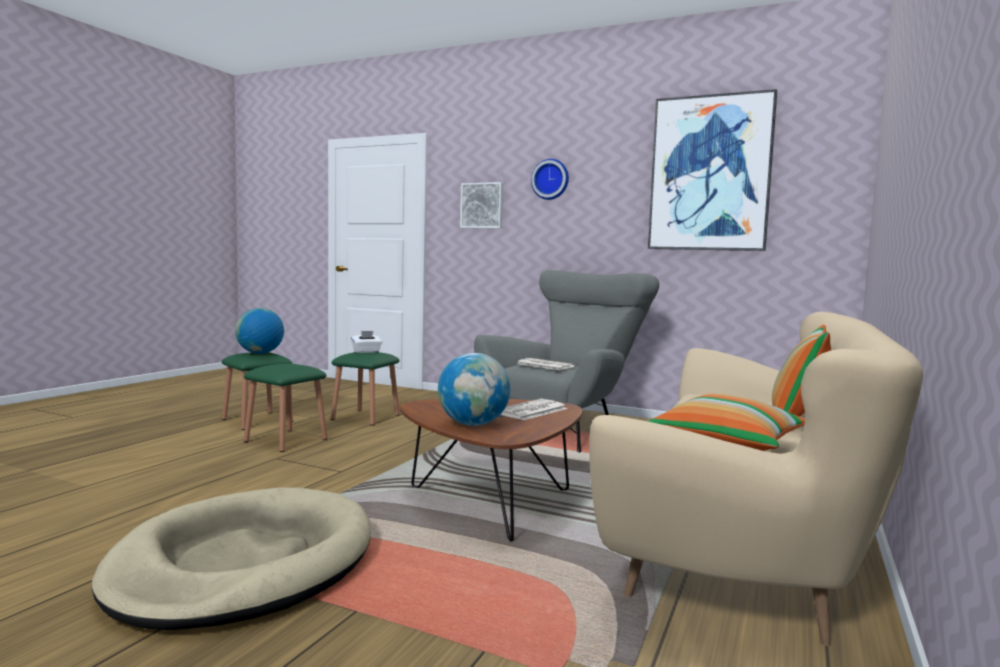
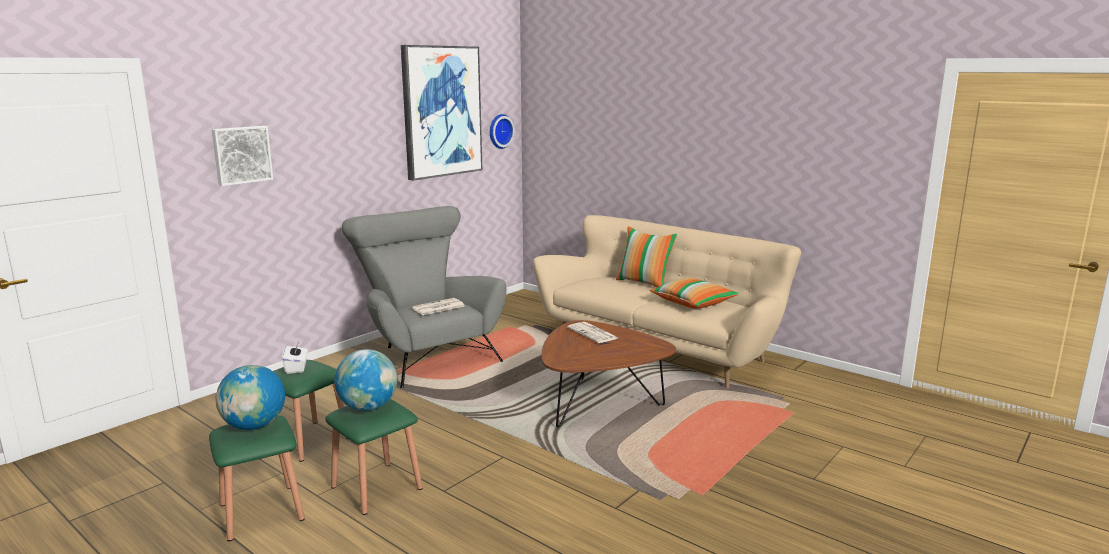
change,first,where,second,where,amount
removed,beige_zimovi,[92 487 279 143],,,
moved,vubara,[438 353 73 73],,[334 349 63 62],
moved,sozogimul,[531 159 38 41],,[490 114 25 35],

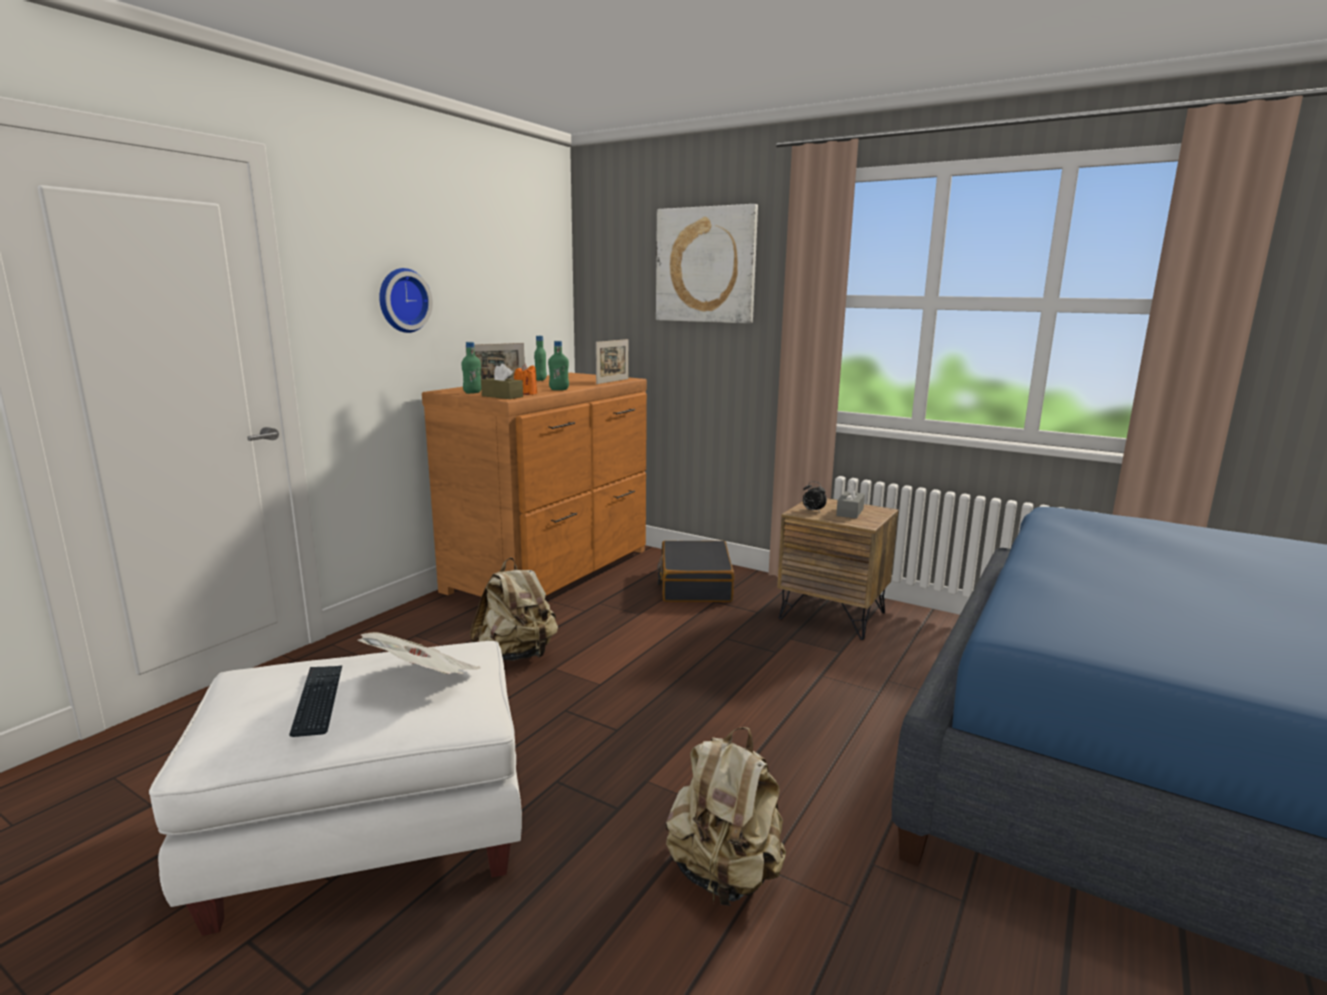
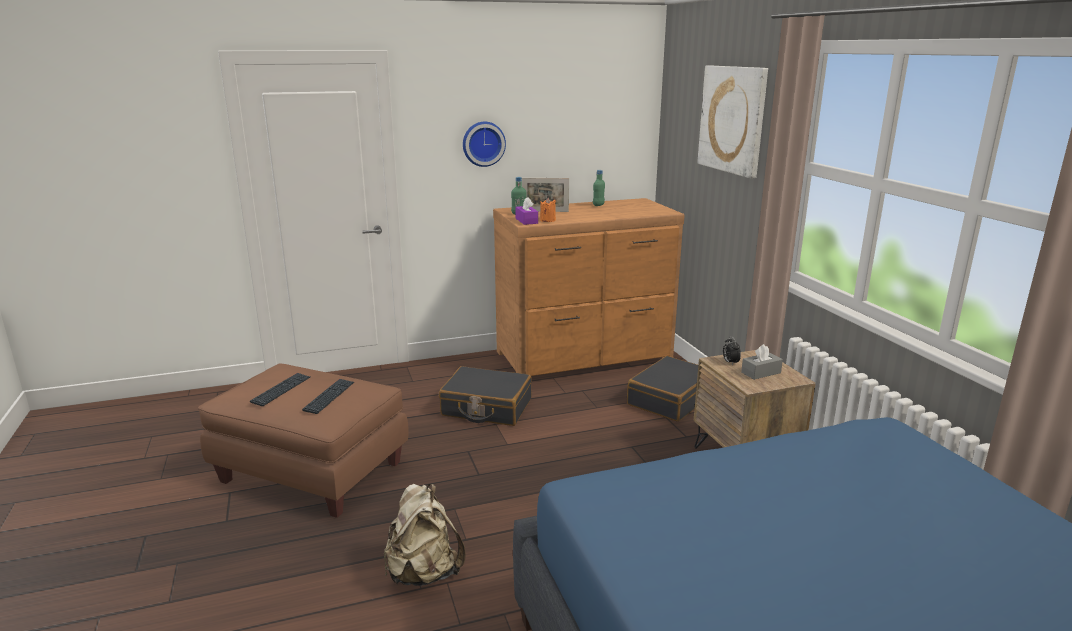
change,first,where,second,where,amount
recoloured,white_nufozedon,[149 641 373 295],brown_nufozedon,[198 363 211 155],
replaced,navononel,[357 632 123 42],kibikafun,[302 379 52 35],
replaced,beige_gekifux,[470 557 88 104],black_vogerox,[439 366 93 60],
recoloured,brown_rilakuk,[481 364 42 35],purple_rilakuk,[515 197 23 28],
removed,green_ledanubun,[548 341 21 49],,,
removed,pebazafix,[596 339 33 45],,,

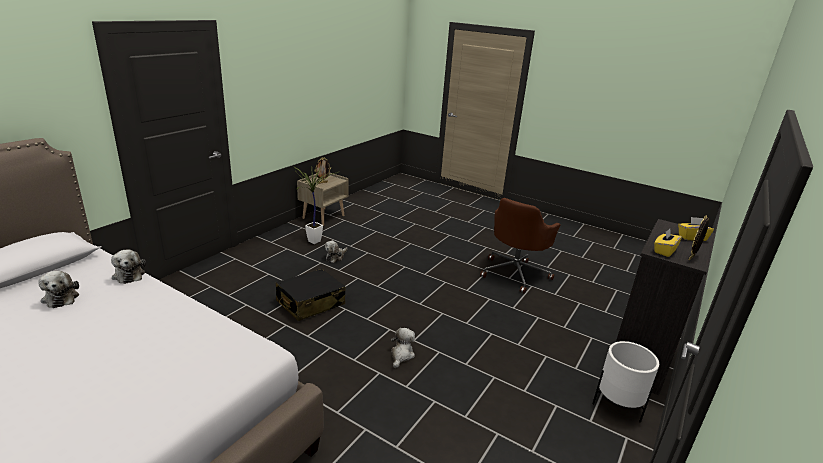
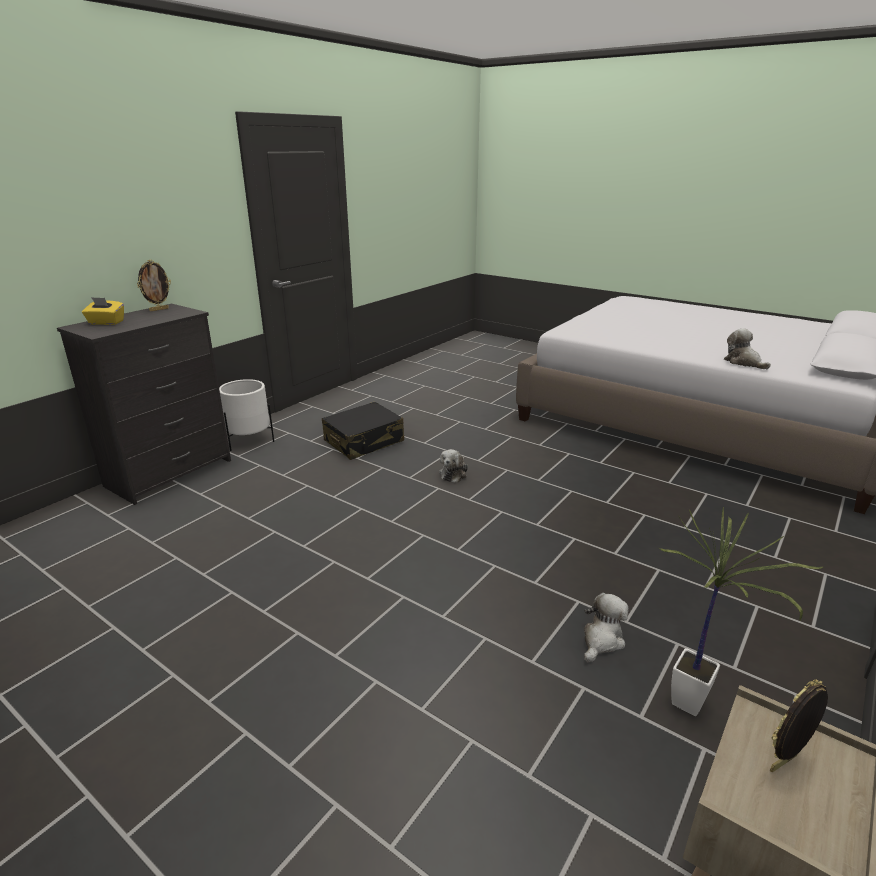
change,first,where,second,where,amount
removed,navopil,[38 271 41 37],,,
moved,black_vogerox,[276 269 69 52],,[322 402 82 58],
removed,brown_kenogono,[480 198 81 96],,,
removed,yellow_rilakuk,[654 229 28 28],,,

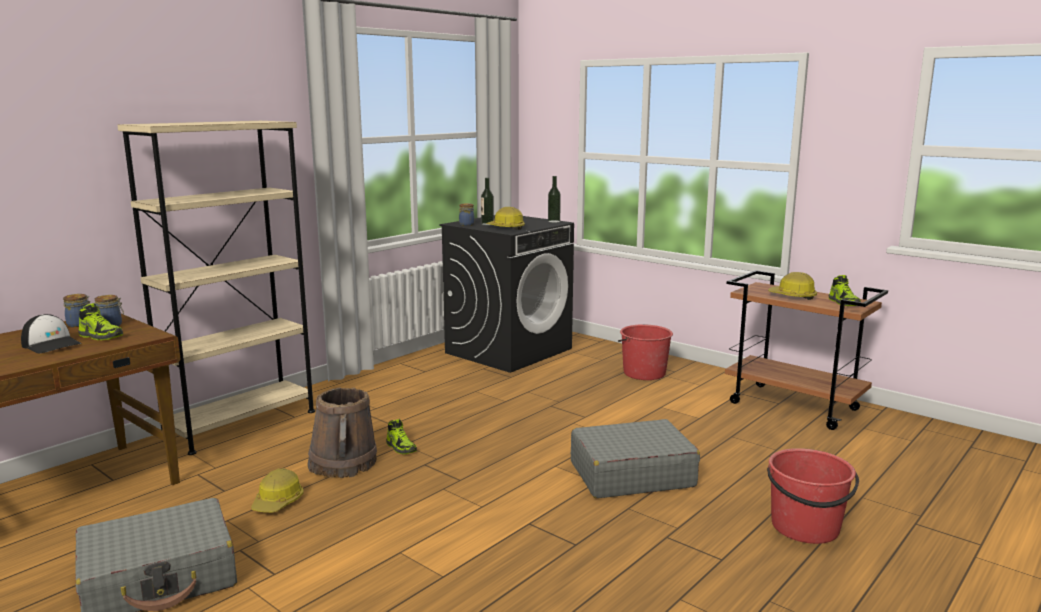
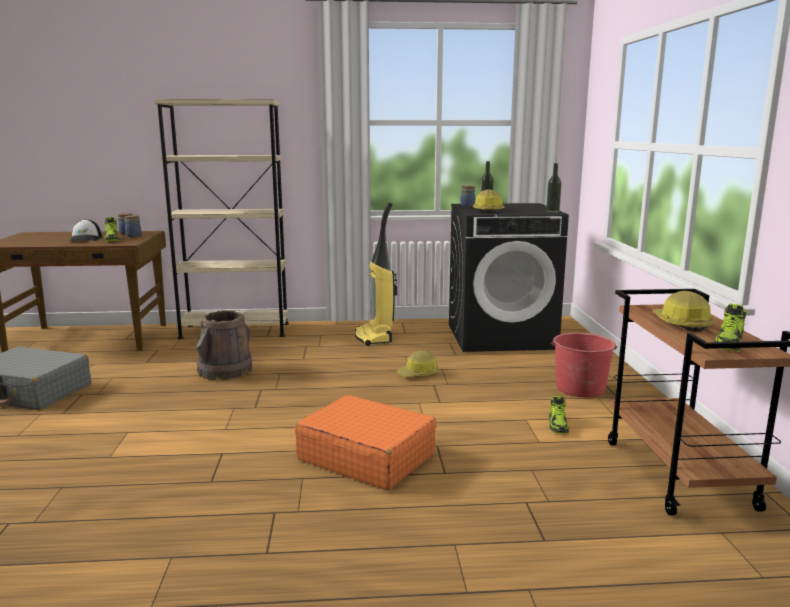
change,first,where,second,where,amount
moved,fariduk,[251 468 53 45],,[397 350 42 27],
moved,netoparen,[386 419 31 35],,[549 396 20 38],
recoloured,grey_vogerox,[571 419 129 79],orange_vogerox,[295 395 142 95],
removed,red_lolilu,[767 448 92 96],,,
added,,,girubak,[355 202 42 144],

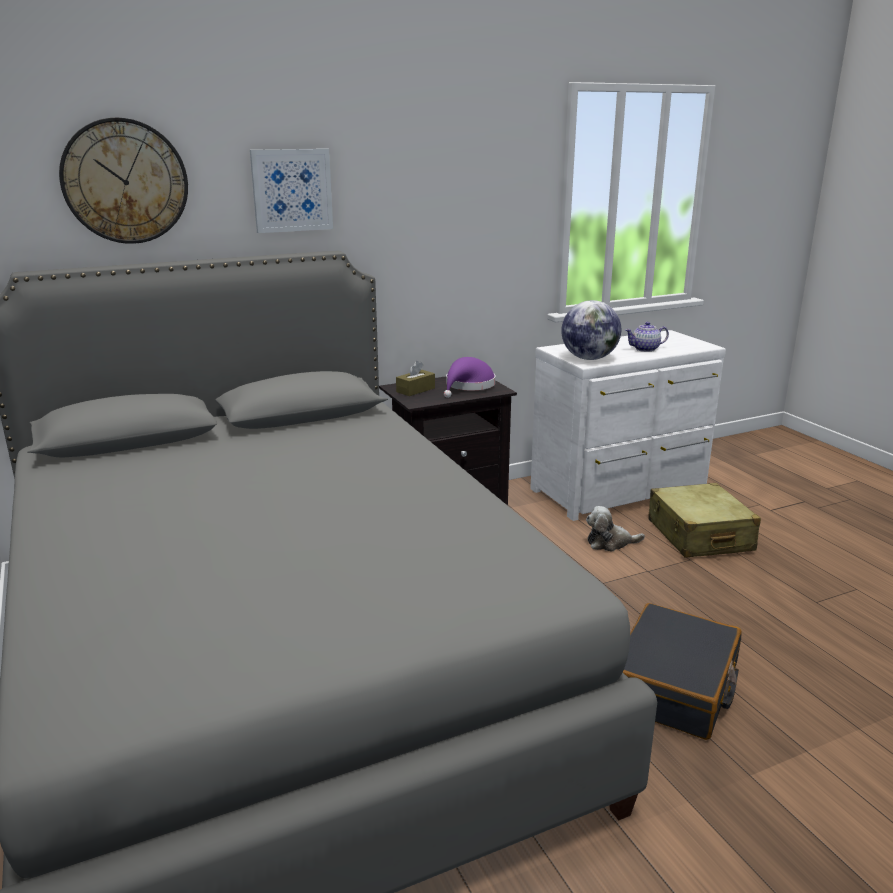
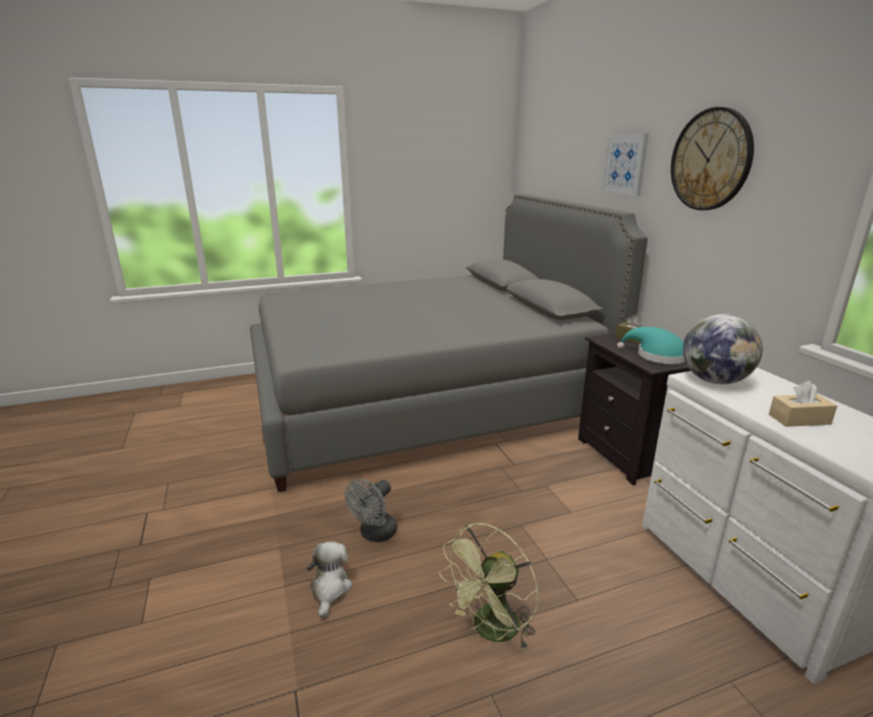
change,first,where,second,where,amount
moved,sozogimul,[59 118 129 126],,[671 107 83 103],
recoloured,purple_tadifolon,[444 357 51 41],turquoise_tadifolon,[617 327 68 37],
moved,navopil,[586 506 59 46],,[306 541 46 78],
replaced,black_vogerox,[623 603 119 137],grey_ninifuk,[345 479 52 63],
replaced,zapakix,[625 322 44 30],beige_rilakuk,[769 381 68 46],
removed,beige_vogerox,[648 483 113 75],,,
added,,,green_ninifuk,[439 523 99 127],

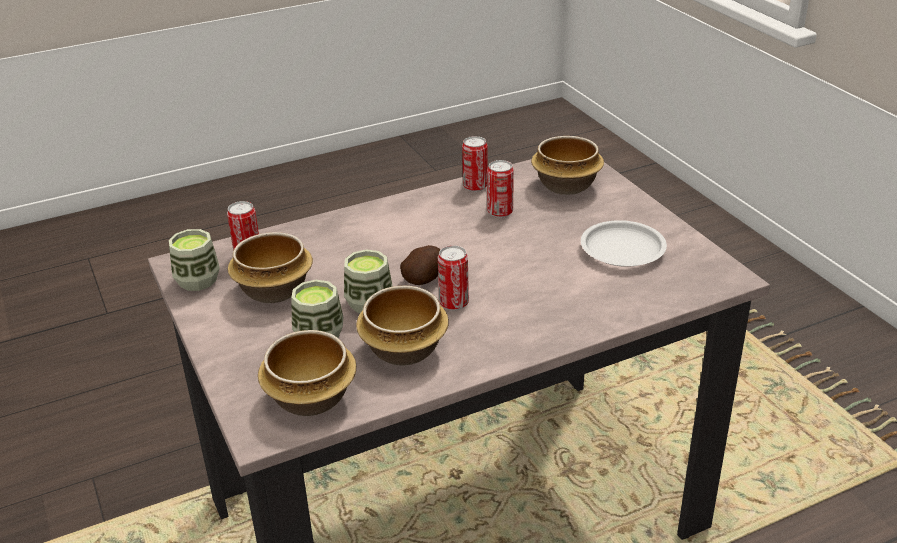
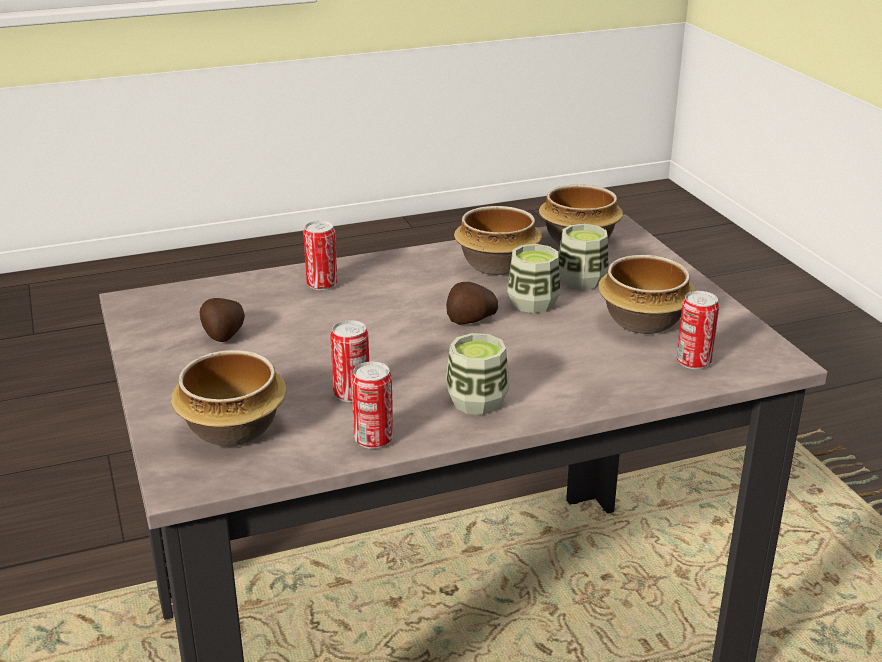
change,first,where,second,where,amount
moved,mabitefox,[169 229 51 62],,[445 333 64 82],
moved,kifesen,[438 245 31 66],,[303 221 35 70],
replaced,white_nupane,[581 220 86 47],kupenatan,[200 298 45 44],

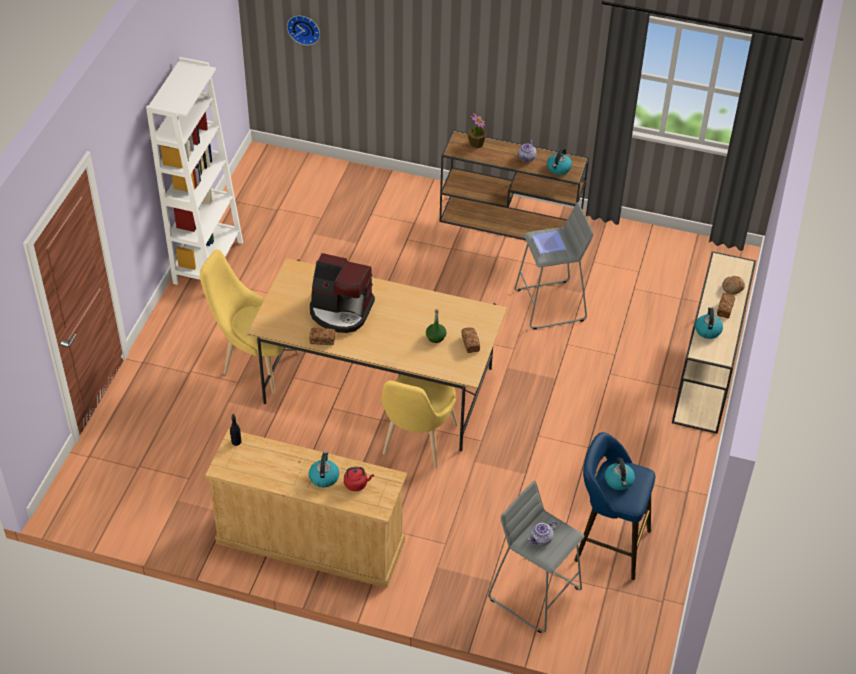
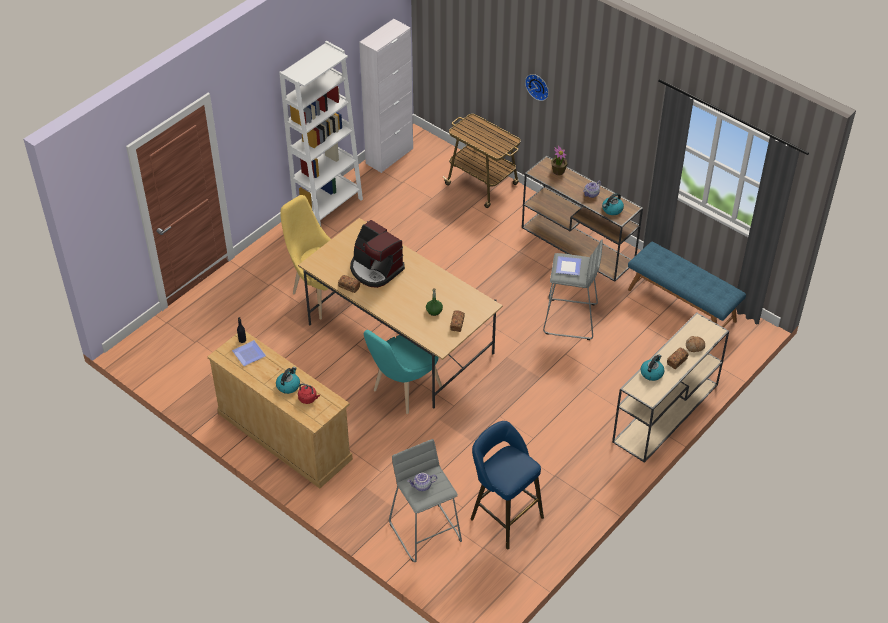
change,first,where,second,where,amount
moved,sozogimul,[287 16 33 29],,[525 74 24 27],
recoloured,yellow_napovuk,[382 375 76 93],turquoise_napovuk,[364 330 78 84],
removed,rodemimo,[605 458 30 32],,,
added,,,nupane,[232 340 34 26],
added,,,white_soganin,[359 19 54 154],
added,,,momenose,[443 114 78 94],
added,,,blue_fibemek,[628 242 118 86],

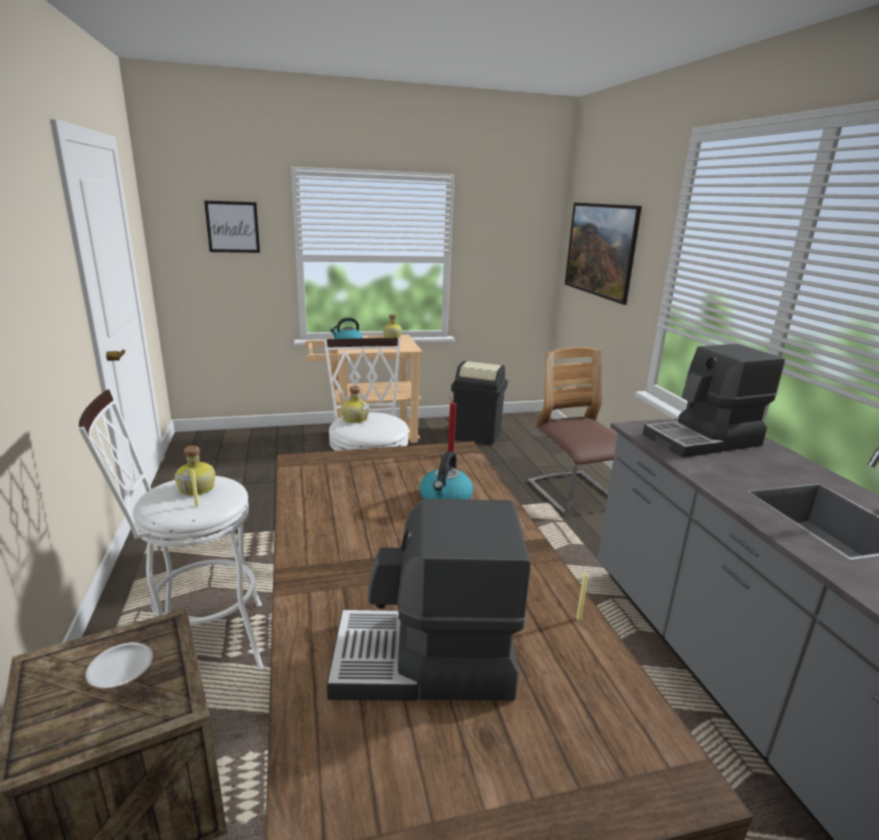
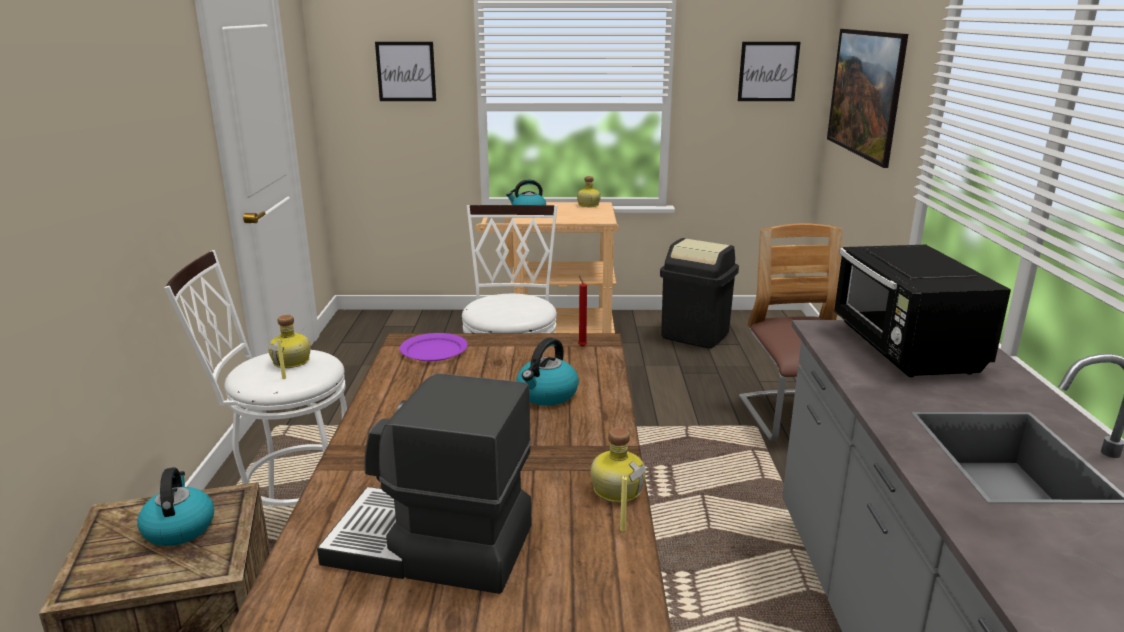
change,first,where,second,where,amount
replaced,white_nupane,[86 642 67 46],rodemimo,[137 467 77 79],
moved,ledanubun,[341 386 28 37],,[591 428 55 75],
replaced,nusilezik,[643 344 142 114],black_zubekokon,[833 245 178 132],
added,,,purple_nupane,[400 333 68 28],
added,,,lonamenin,[738 42 63 59],

